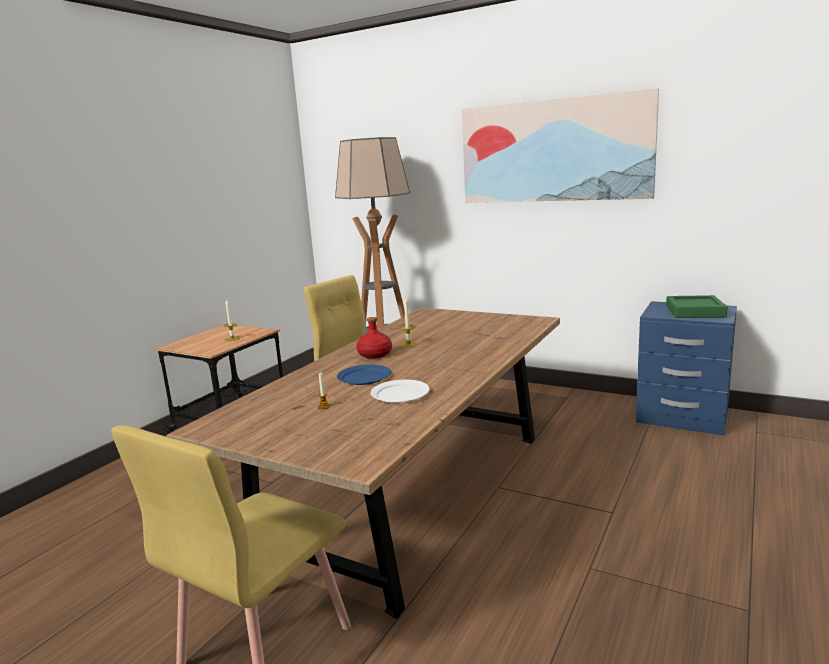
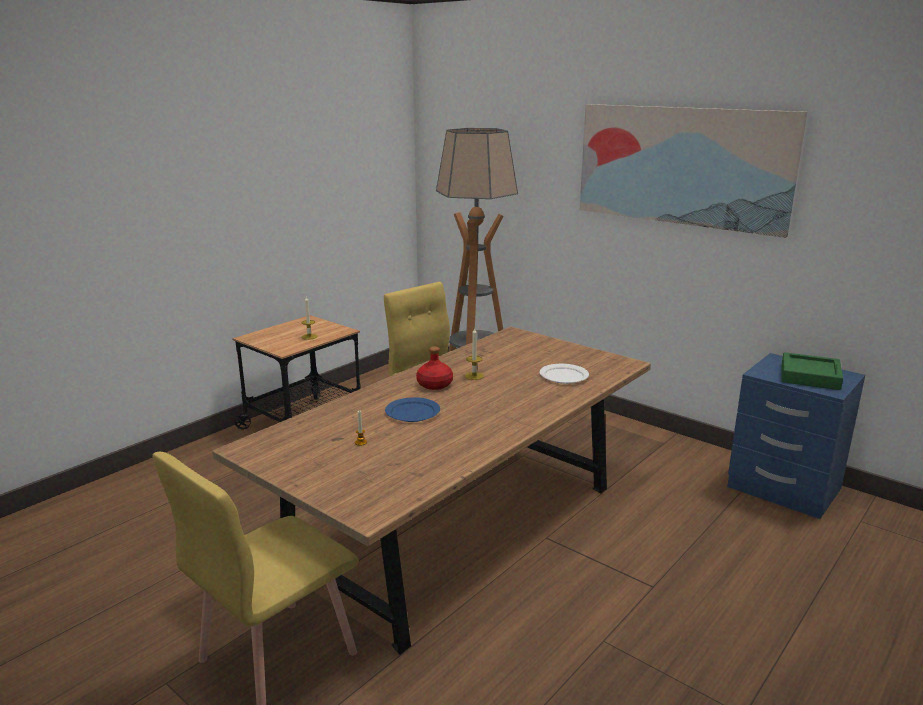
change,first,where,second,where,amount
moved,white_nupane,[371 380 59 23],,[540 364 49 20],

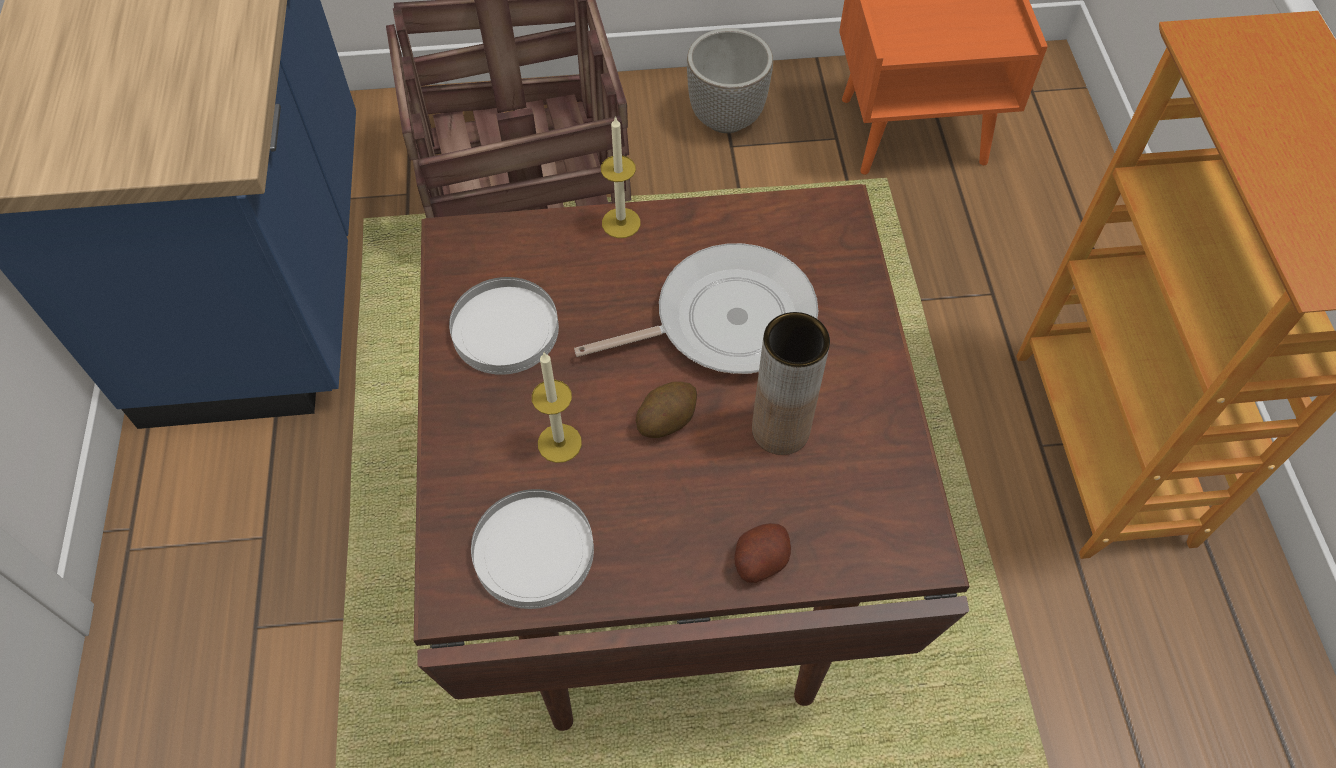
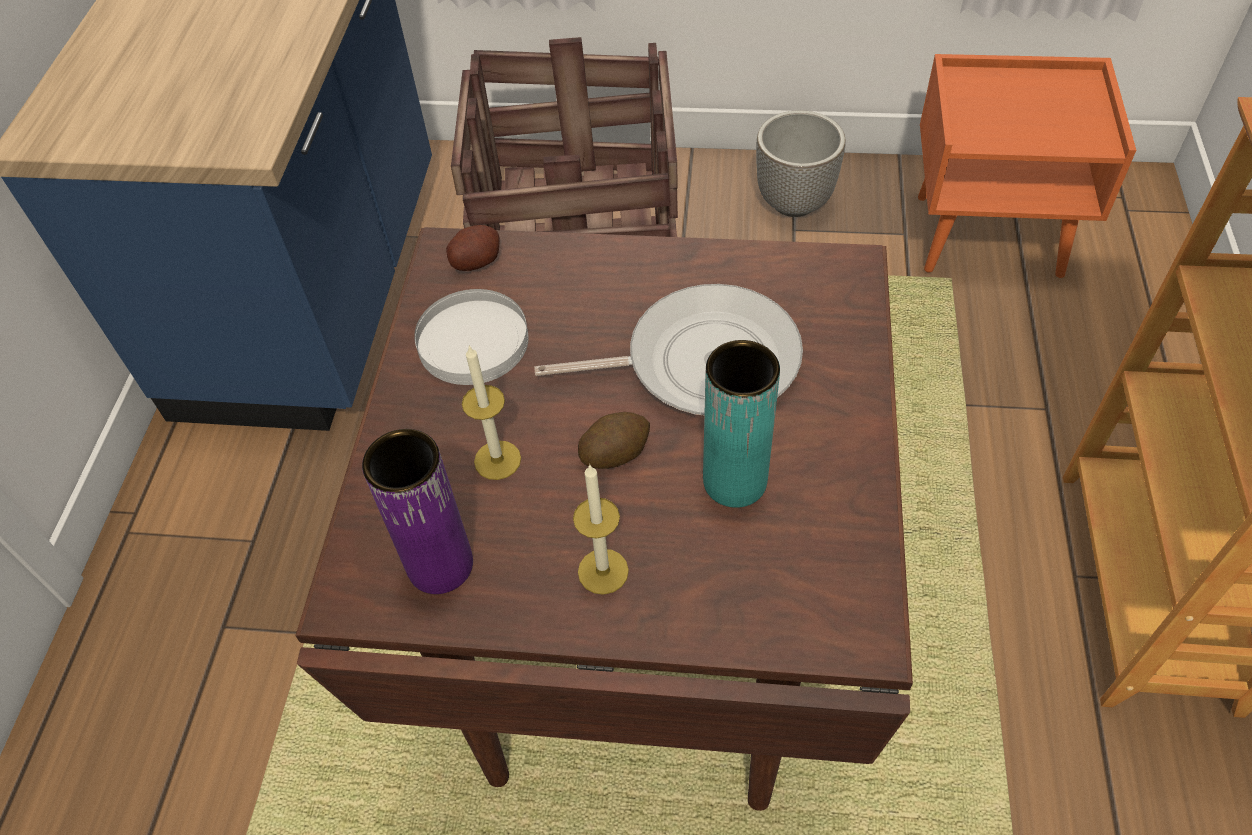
change,first,where,second,where,amount
replaced,white_nupane,[471 489 123 120],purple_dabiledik,[362 429 111 165],
moved,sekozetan,[601 116 40 122],,[573 464 56 131],
moved,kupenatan,[734 523 57 60],,[446 225 54 46],
recoloured,brown_dabiledik,[752 312 78 143],turquoise_dabiledik,[703 340 77 168],

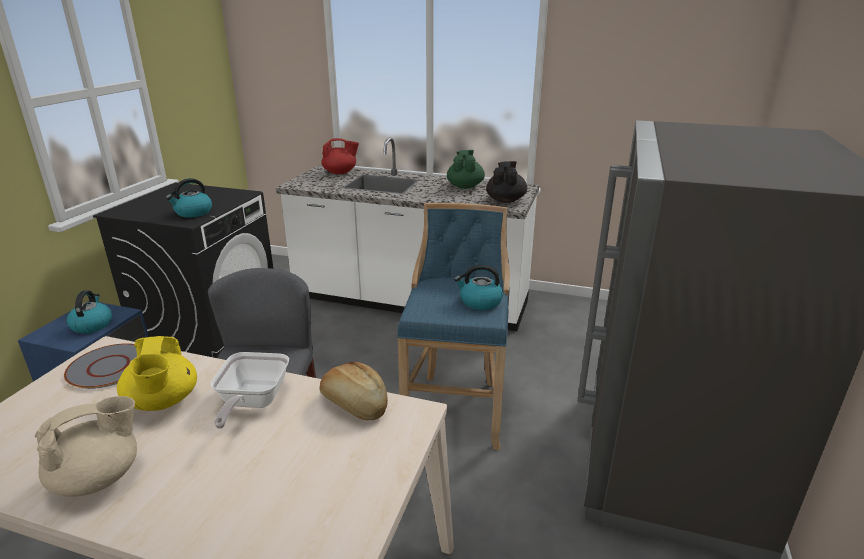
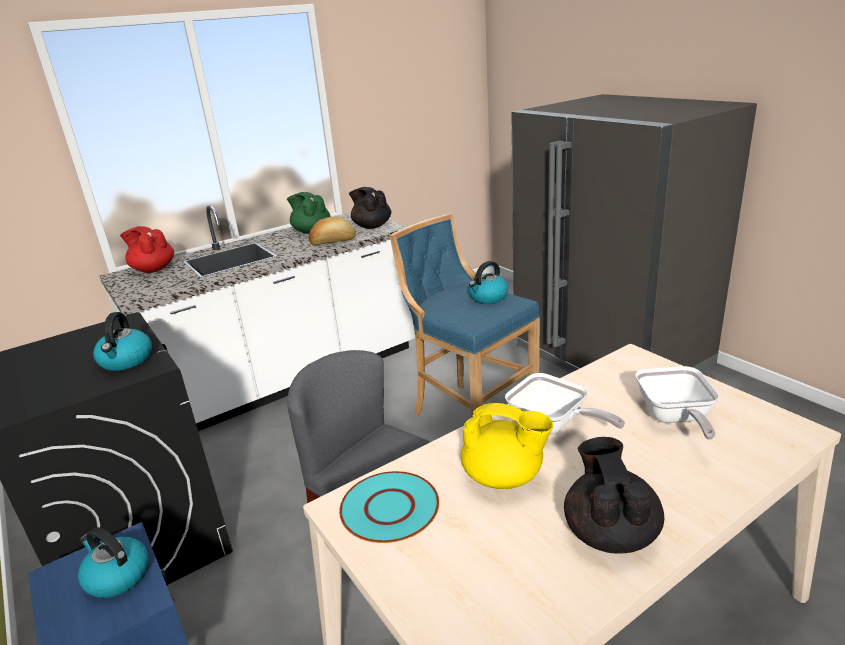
change,first,where,second,where,amount
recoloured,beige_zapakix,[35 396 102 101],black_zapakix,[564 437 100 117],
recoloured,grey_nupane,[64 343 73 46],turquoise_nupane,[339 471 100 72],
moved,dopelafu,[320 362 68 59],,[308 217 48 28],
turned,red_zapakix,[321 138 38 36],,[120 226 54 47],90 degrees counterclockwise
added,,,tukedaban,[635 366 84 74],

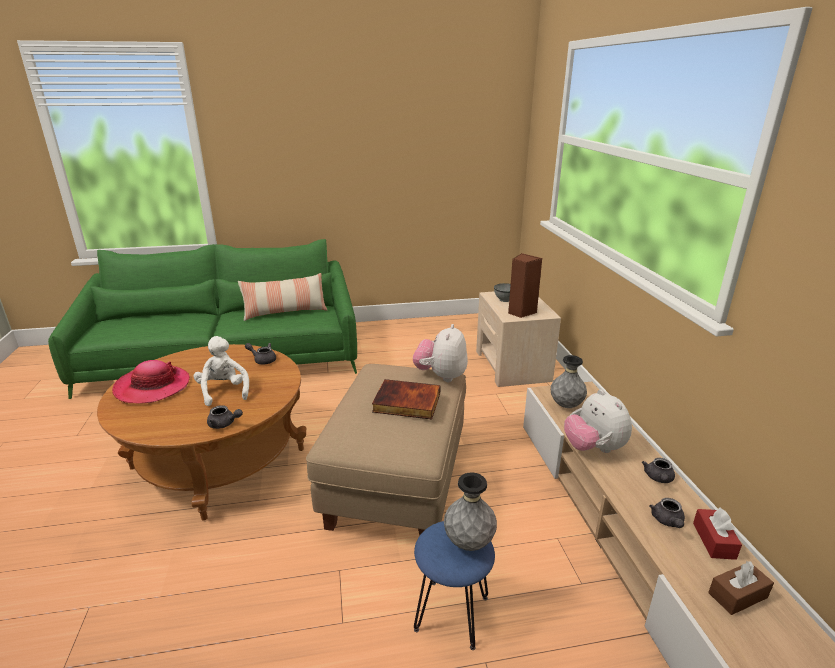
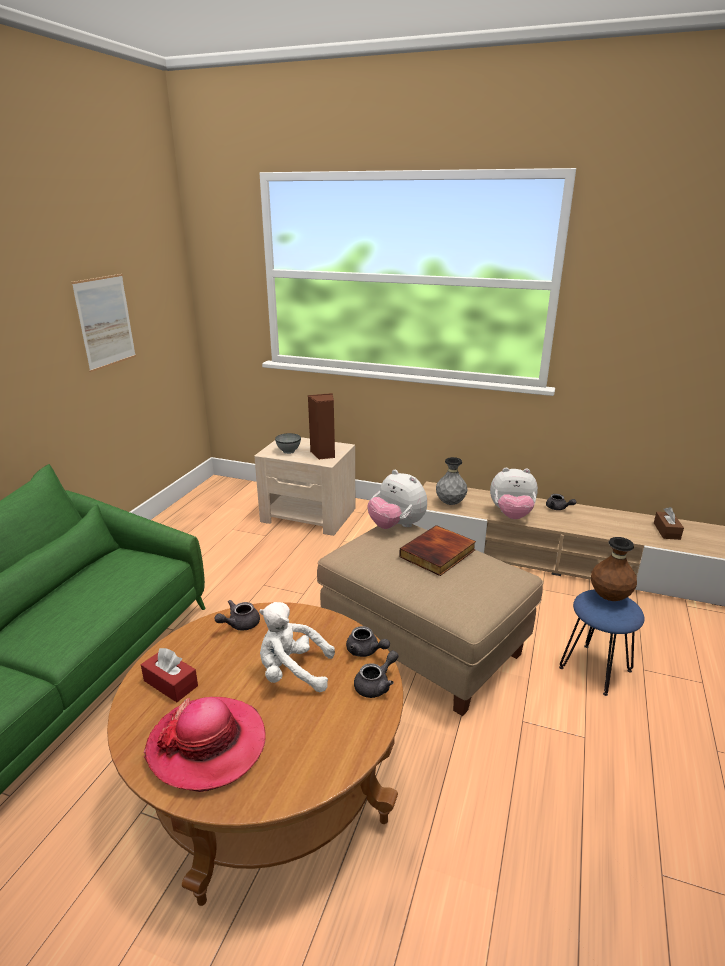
change,first,where,second,where,amount
removed,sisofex,[238 273 89 48],,,
recoloured,grey_dabiledik,[444 472 53 79],brown_dabiledik,[591 537 46 64],
moved,grey_zapakix,[649 498 36 30],,[346 626 44 31],
moved,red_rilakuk,[693 508 49 52],,[141 648 57 54],
added,,,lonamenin,[71 274 65 98],

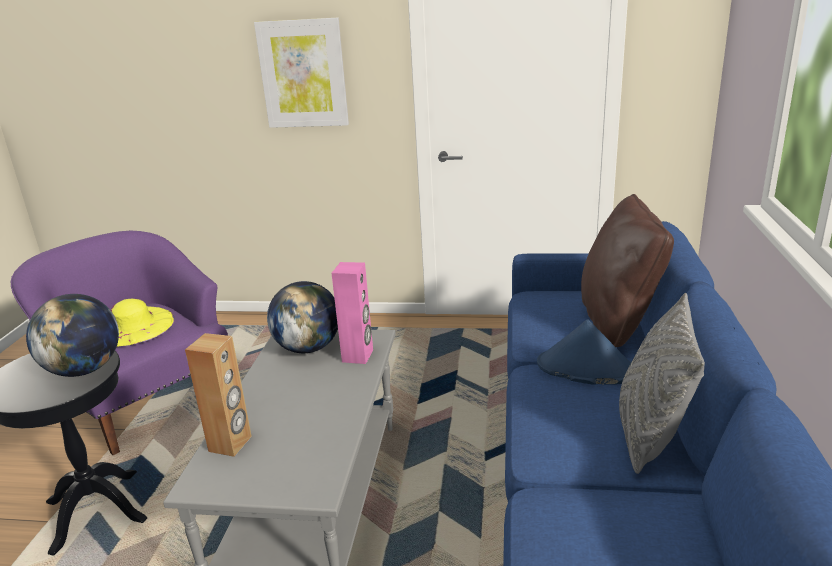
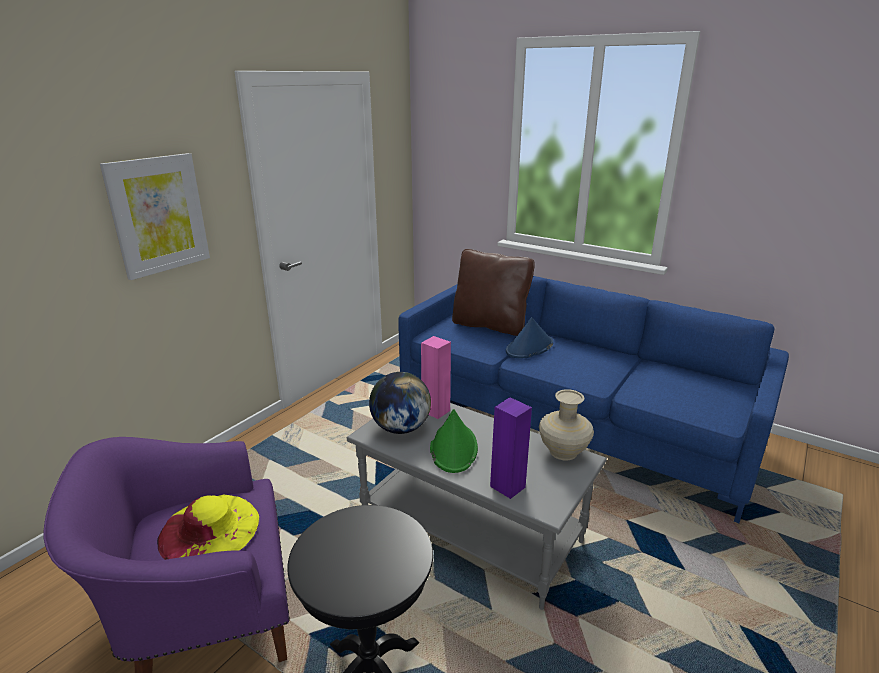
change,first,where,second,where,amount
removed,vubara,[26 294 93 83],,,
recoloured,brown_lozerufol,[185 333 67 124],purple_lozerufol,[490 397 42 102],
removed,grey_sisofex,[619 293 86 181],,,
added,,,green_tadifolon,[430 409 48 64],
added,,,beige_dabiledik,[539 389 55 71],

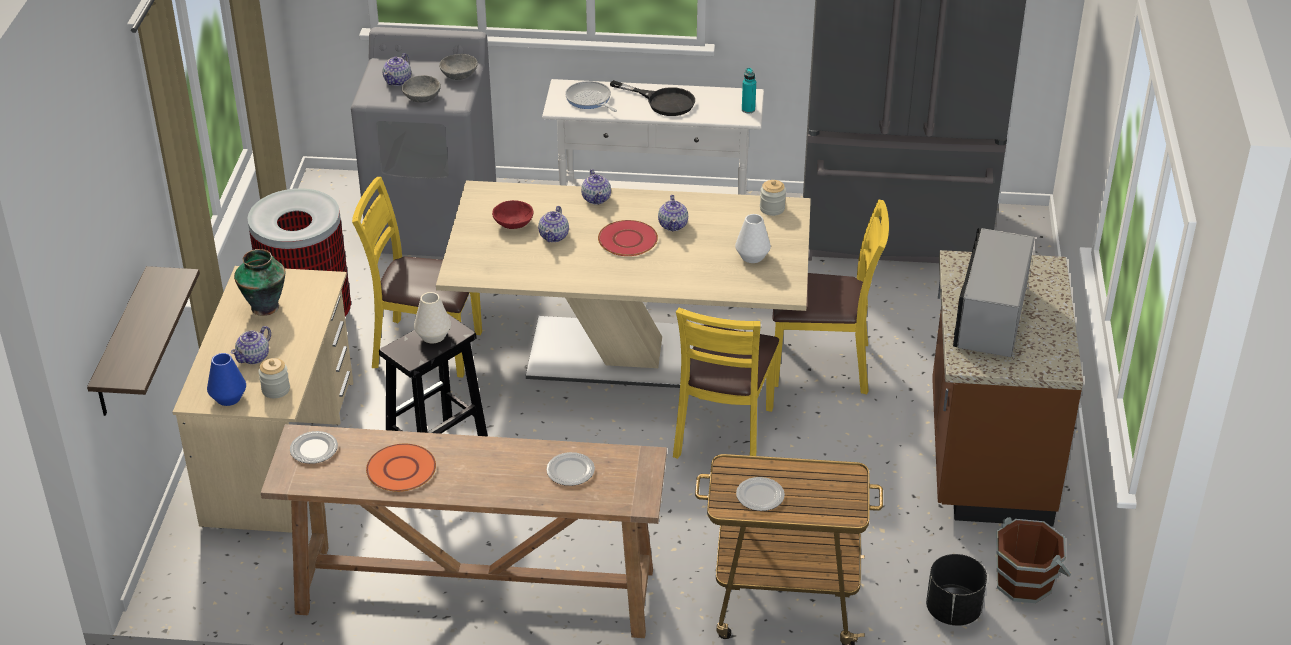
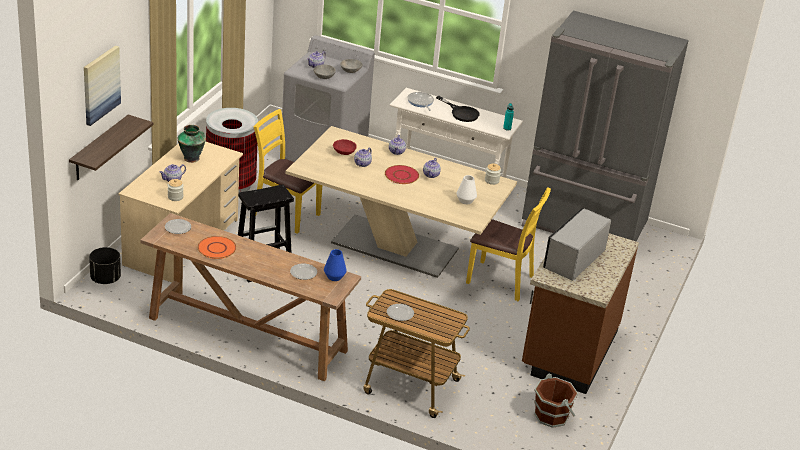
change,first,where,second,where,amount
moved,blue_dabiledik,[207 353 39 53],,[324 249 23 32],
removed,white_dabiledik,[414 292 37 51],,,
removed,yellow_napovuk,[673 308 106 151],,,
moved,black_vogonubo,[926 554 61 72],,[89 247 32 37],
added,,,lonamenin,[84 46 37 80],

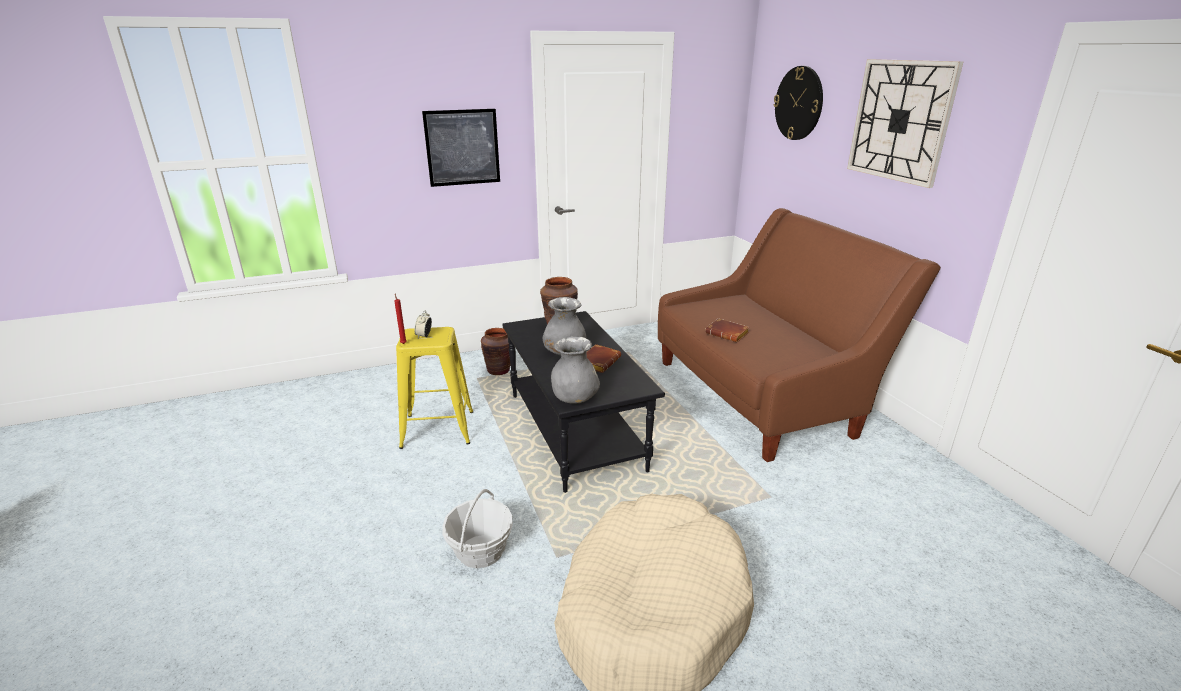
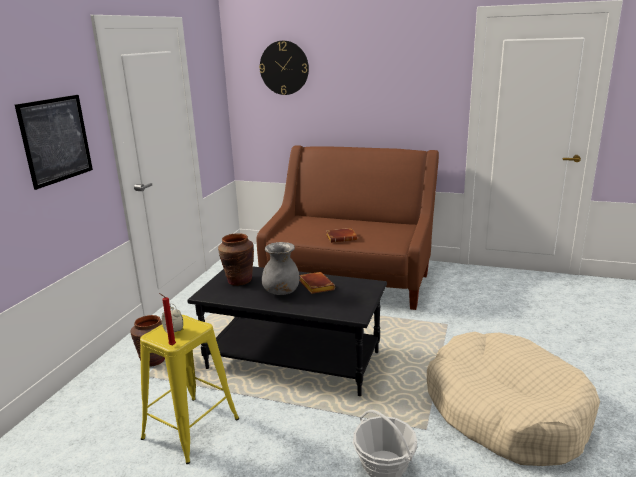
change,first,where,second,where,amount
removed,grey_dabiledik,[551 336 49 67],,,
removed,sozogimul,[847 59 117 129],,,

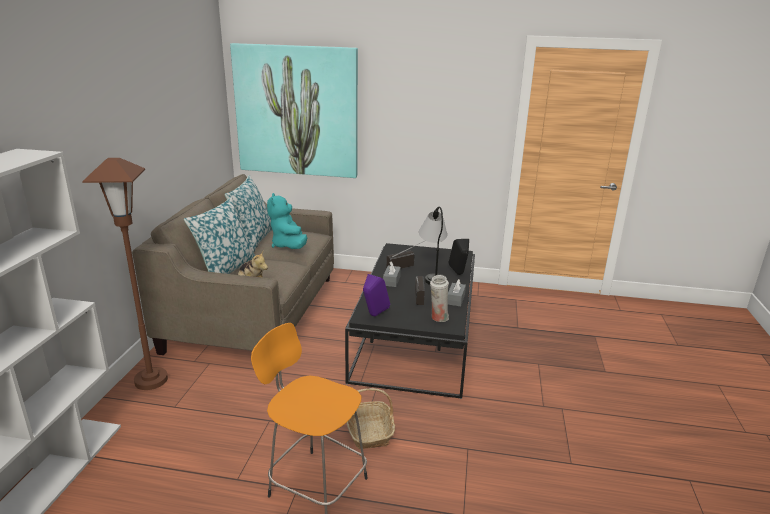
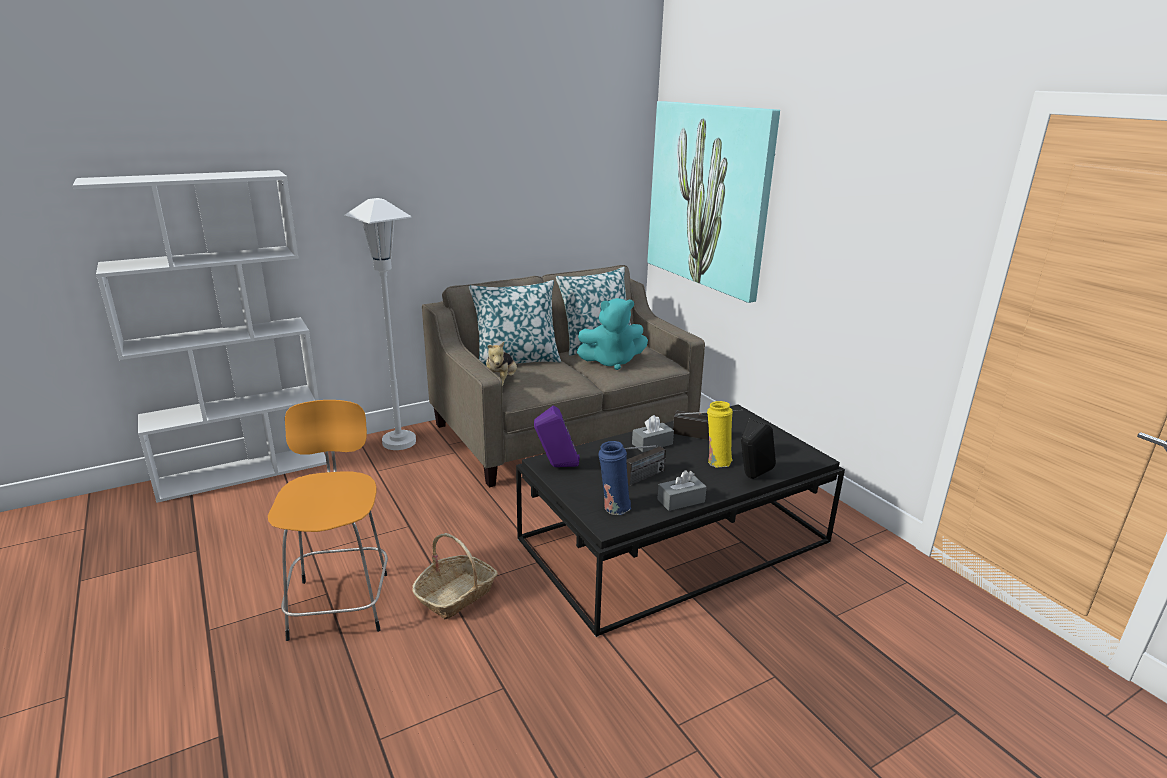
change,first,where,second,where,amount
recoloured,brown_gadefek,[82 158 86 232],white_gadefek,[344 198 72 252],
turned,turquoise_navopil,[267 193 40 56],,[577 298 71 72],135 degrees counterclockwise
replaced,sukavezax,[419 206 28 79],yellow_dabiledik,[707 401 26 67],
recoloured,white_dabiledik,[430 275 19 47],blue_dabiledik,[598 441 33 74],

